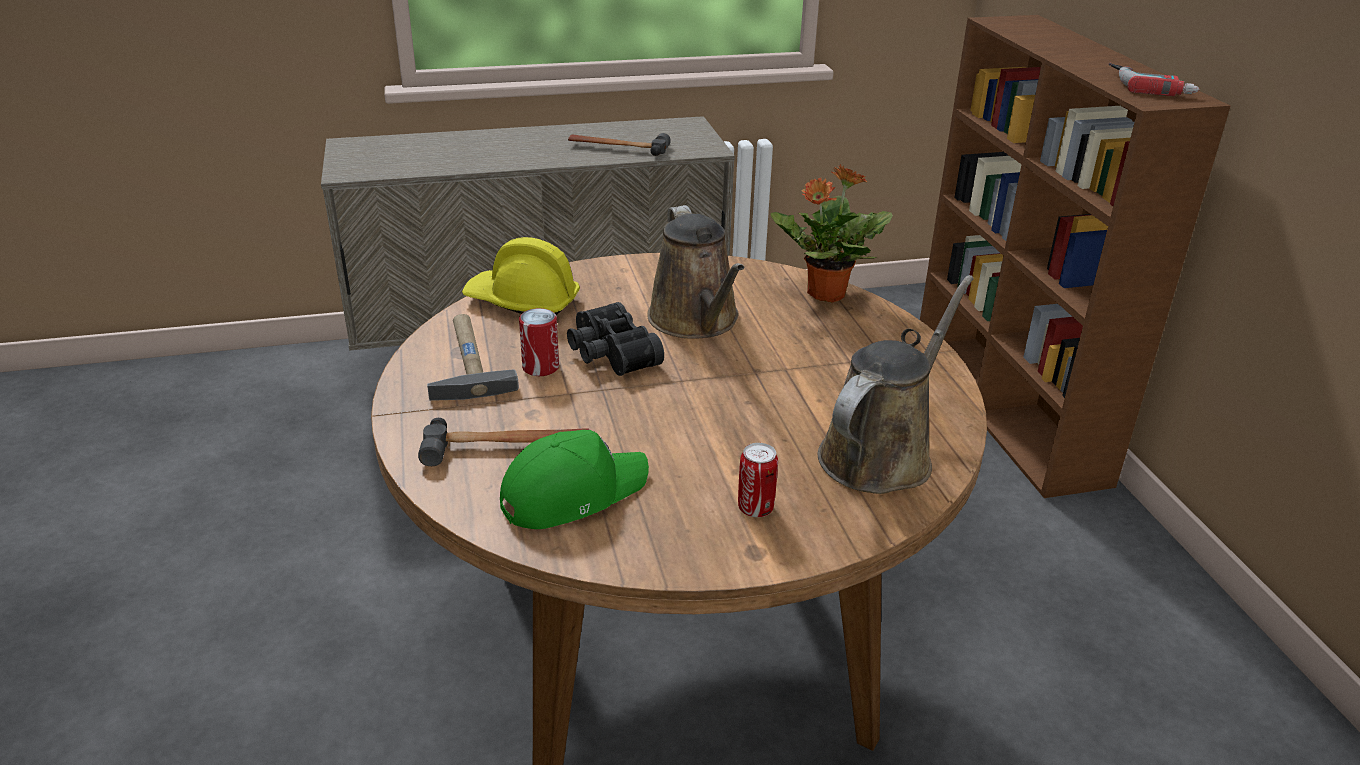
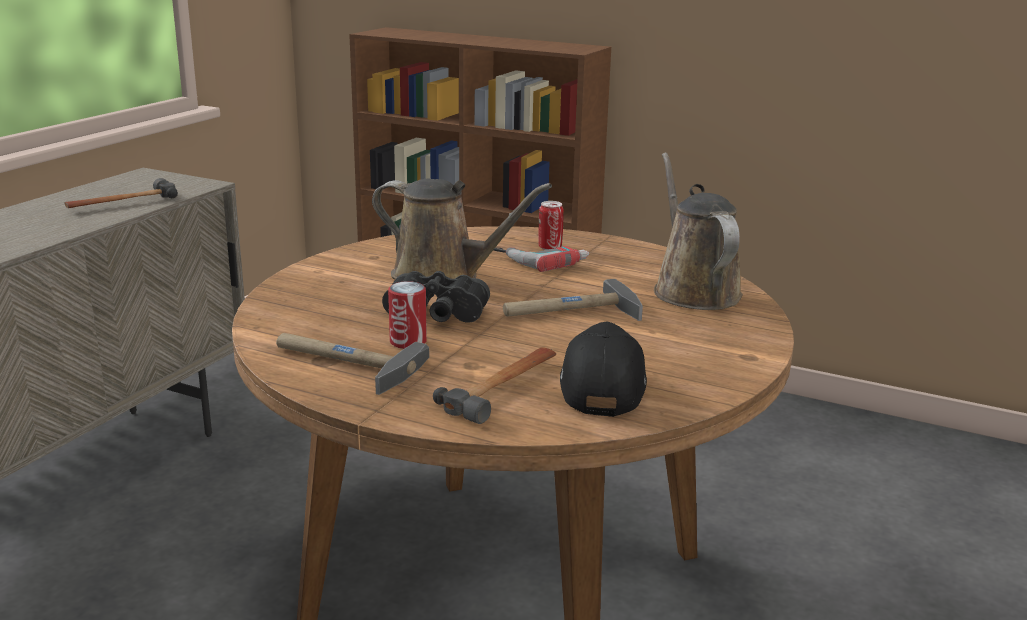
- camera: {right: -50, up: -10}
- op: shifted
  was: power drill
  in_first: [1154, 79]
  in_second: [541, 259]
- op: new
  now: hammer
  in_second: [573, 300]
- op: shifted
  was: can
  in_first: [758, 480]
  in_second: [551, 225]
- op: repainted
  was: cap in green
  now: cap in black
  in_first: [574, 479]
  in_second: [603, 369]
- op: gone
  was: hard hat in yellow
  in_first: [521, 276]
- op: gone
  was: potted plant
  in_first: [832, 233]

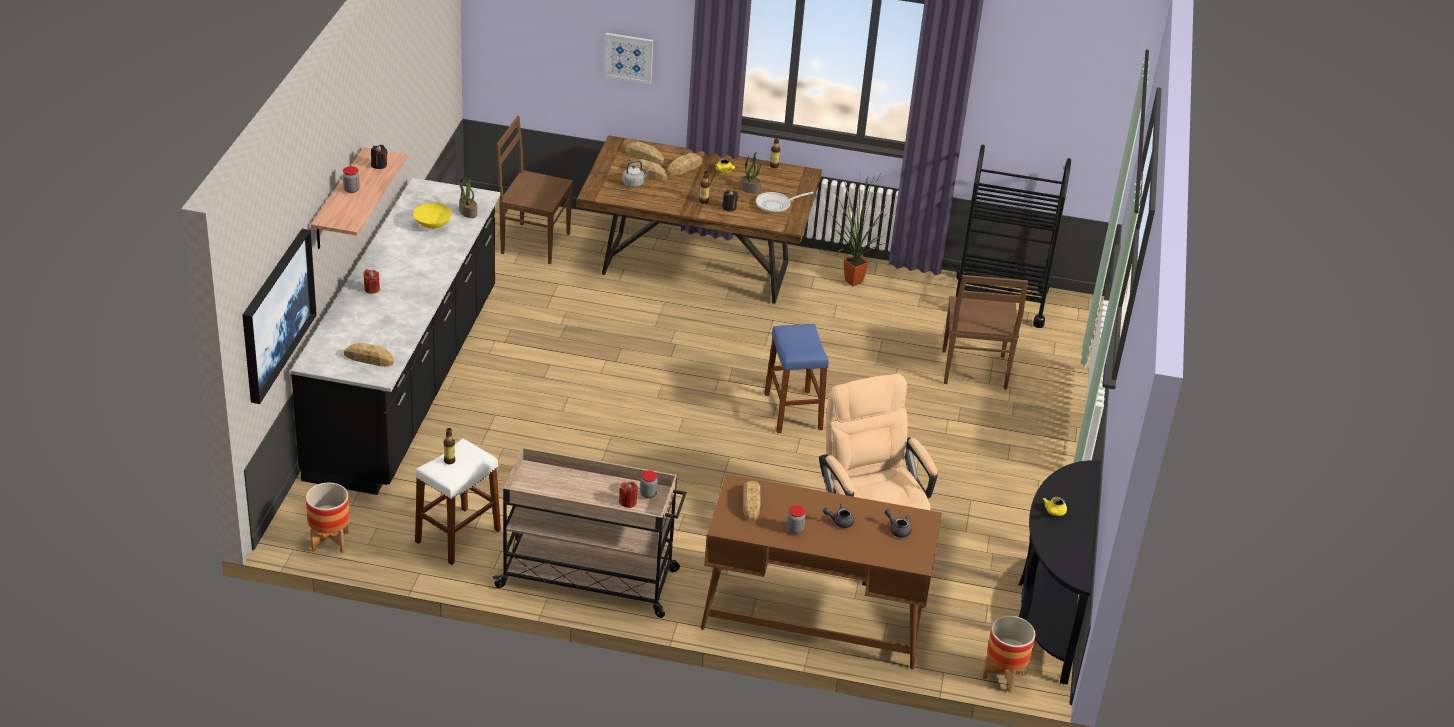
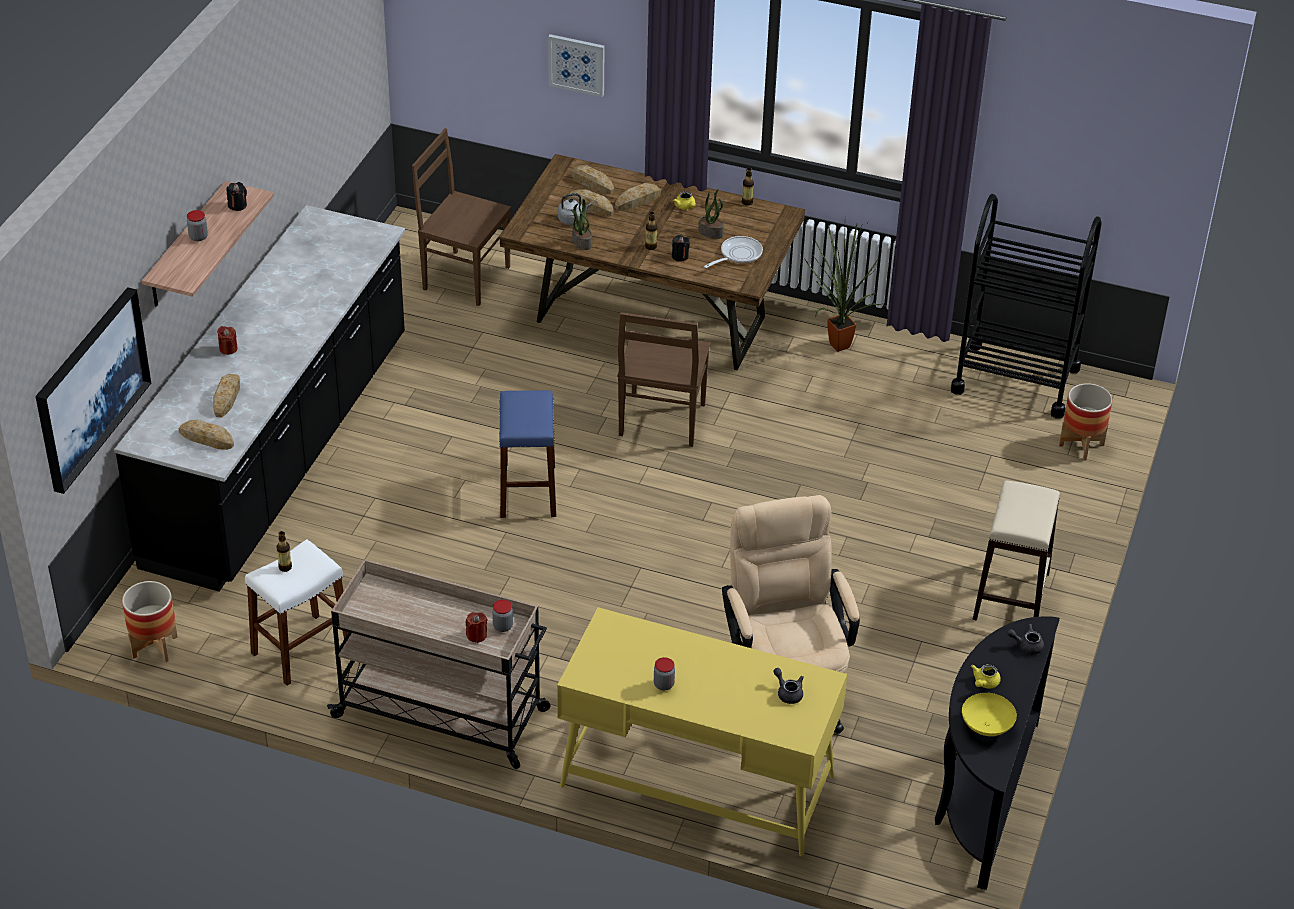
- camera: {right: 10, up: 5}
- op: shifted
  was: bread
  in_first: [751, 501]
  in_second: [226, 396]
- op: shifted
  was: stool in blue
  in_first: [796, 378]
  in_second: [527, 454]
- op: repainted
  was: desk in brown
  now: desk in yellow
  in_first: [821, 572]
  in_second: [702, 731]
- op: shifted
  was: potted plant
  in_first: [467, 196]
  in_second: [581, 224]
- op: shifted
  was: chair in brown
  in_first: [985, 332]
  in_second: [664, 379]
- op: rotated
  was: frying pan
  in_first: [784, 202]
  in_second: [733, 252]
  clockwise: 150
- op: shifted
  was: bowl in yellow
  in_first: [432, 216]
  in_second: [989, 714]
- op: new
  now: stool in beige
  in_second: [1016, 551]
- op: shifted
  was: teapot in grey
  in_first: [838, 515]
  in_second: [1025, 639]
- op: shifted
  was: planter
  in_first: [1009, 654]
  in_second: [1085, 421]

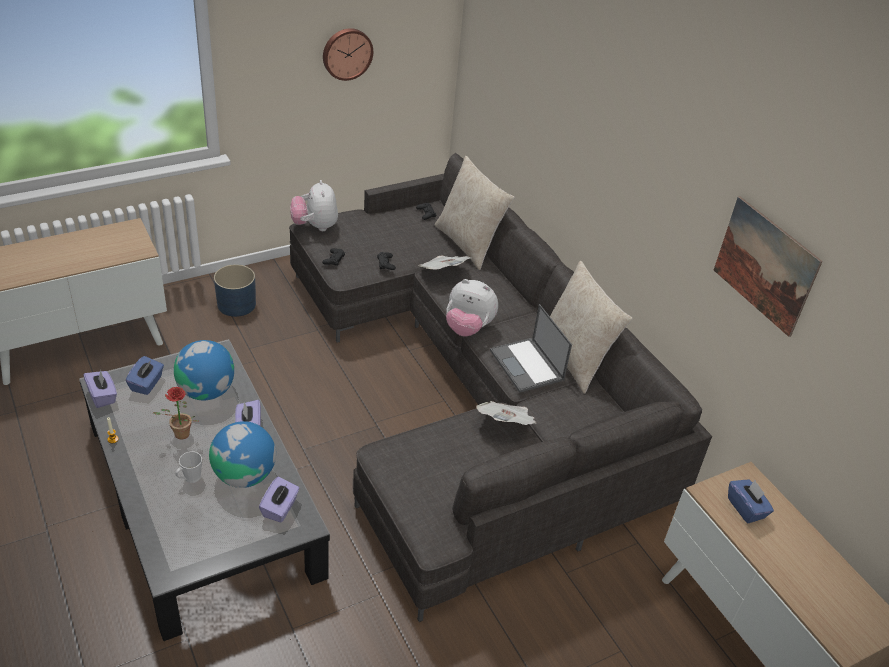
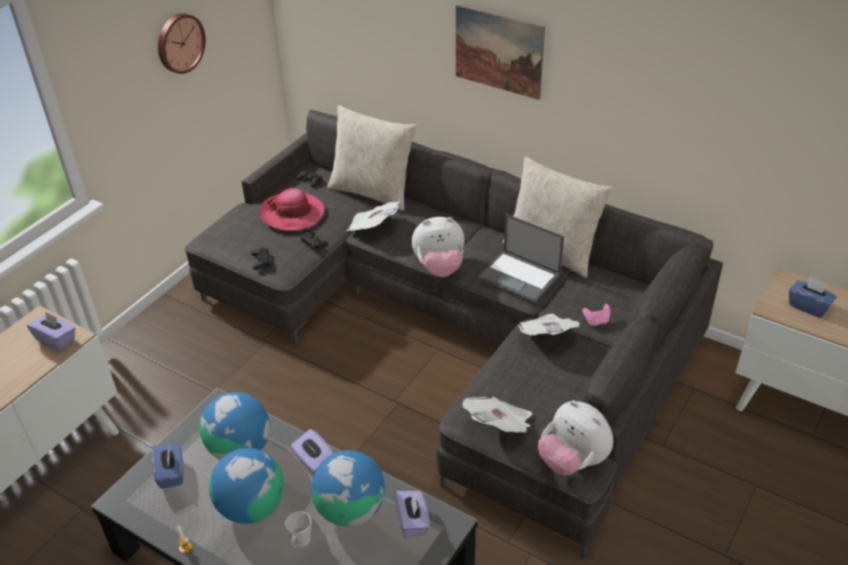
- camera: {right: -25, up: 0}
- op: shifted
  was: tissue box in purple
  in_first: [100, 389]
  in_second: [51, 331]
- op: swapped
  was: potted plant
  now: globe
  in_first: [175, 413]
  in_second: [246, 486]
- op: new
  now: hat
  in_second: [292, 209]
- op: shifted
  was: picture
  in_first: [768, 266]
  in_second: [500, 52]
- op: new
  now: newspaper
  in_second: [497, 415]
- op: shifted
  was: plush toy
  in_first: [314, 205]
  in_second: [575, 437]
- op: new
  now: game controller in pink
  in_second: [596, 315]
- op: gone
  was: planter in blue
  in_first: [235, 290]

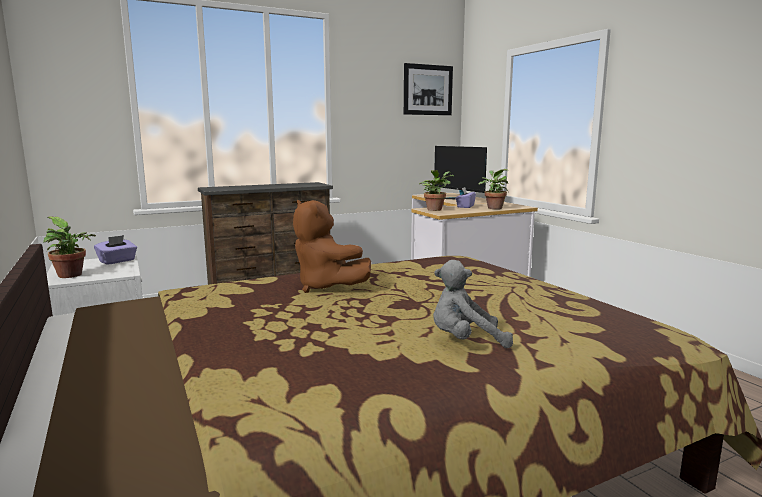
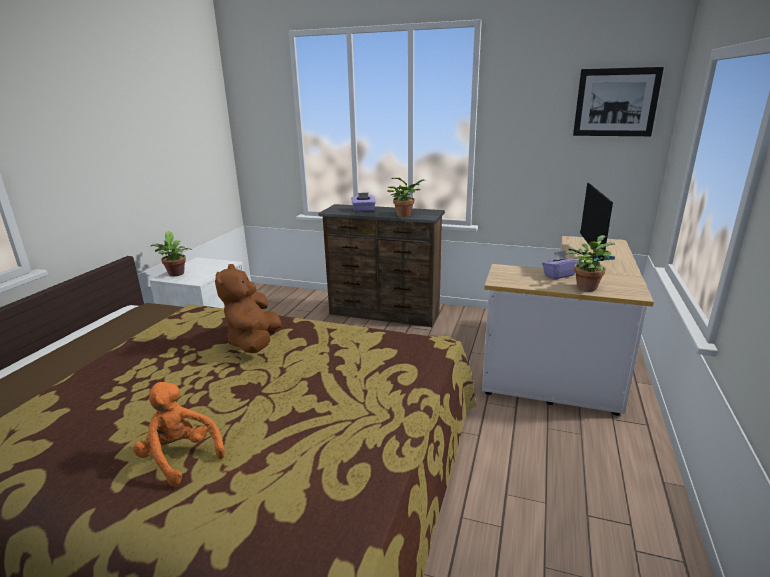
- camera: {right: 45, up: 10}
- op: repainted
  was: plush toy in grey
  now: plush toy in orange
  in_first: [473, 304]
  in_second: [179, 434]
- op: shifted
  was: tissue box in purple
  in_first: [115, 250]
  in_second: [363, 202]
- op: shifted
  was: potted plant
  in_first: [436, 190]
  in_second: [406, 197]

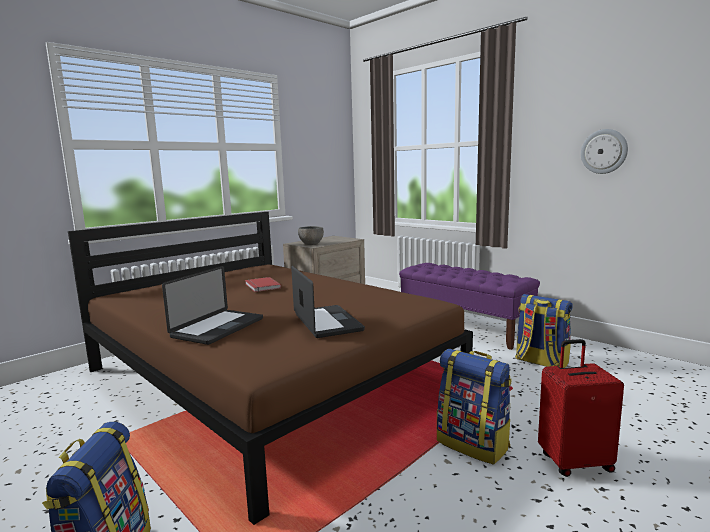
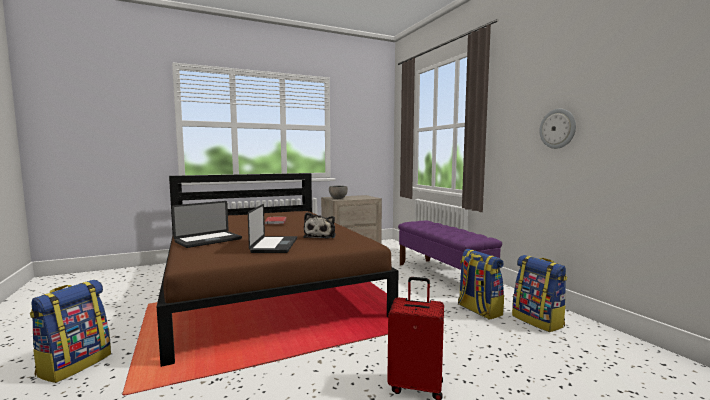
- camera: {right: 20, up: -5}
- op: new
  now: plush toy
  in_second: [319, 225]
- op: shifted
  was: backpack
  in_first: [474, 407]
  in_second: [539, 293]

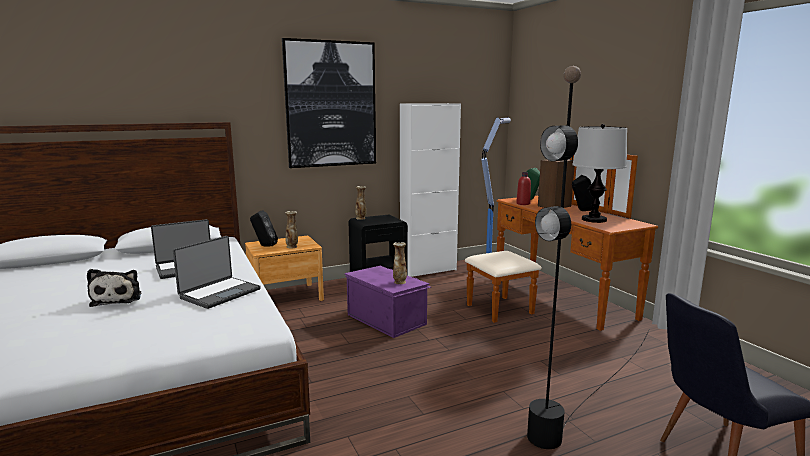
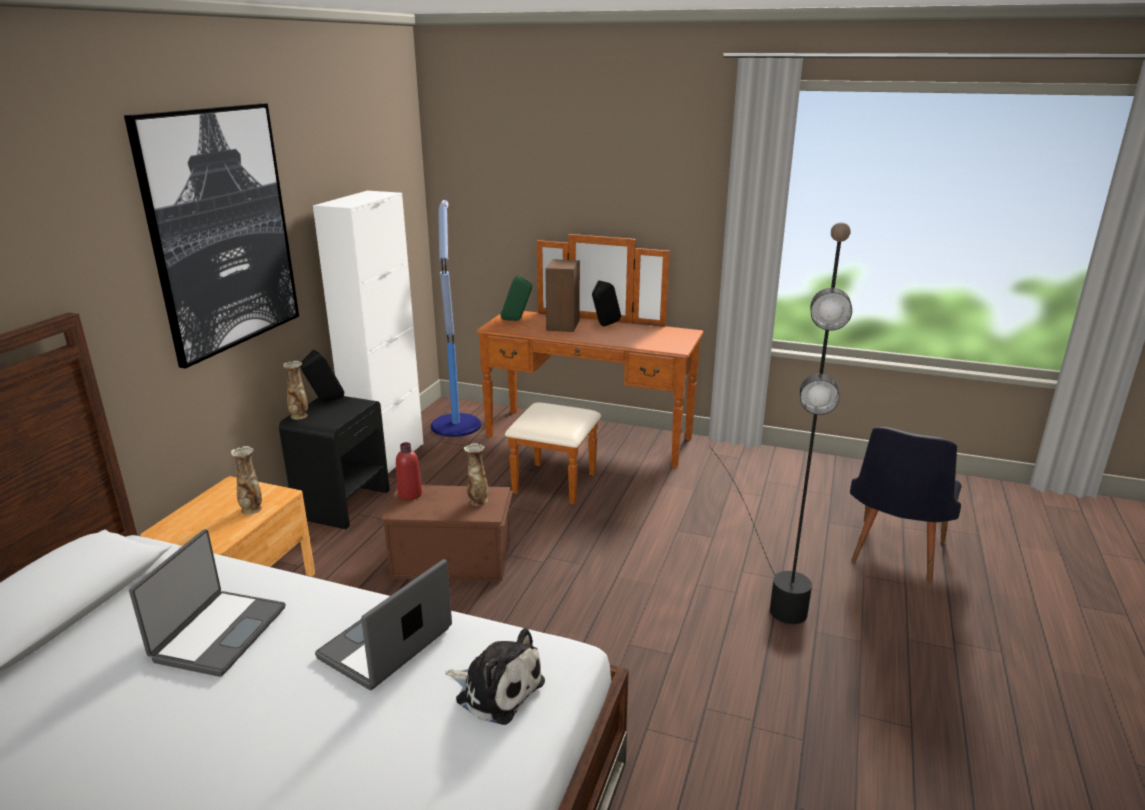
- camera: {right: -45, up: 10}
- op: shifted
  was: speaker in black
  in_first: [264, 228]
  in_second: [322, 376]
- op: rotated
  was: laptop
  in_first: [217, 272]
  in_second: [383, 624]
  clockwise: -135
- op: repainted
  was: storage box in purple
  now: storage box in brown
  in_first: [388, 302]
  in_second: [446, 533]
- op: shifted
  was: bottle in red
  in_first: [523, 188]
  in_second: [409, 471]
- op: shifted
  was: plush toy
  in_first: [114, 288]
  in_second: [495, 676]
- op: gone
  was: table lamp
  in_first: [599, 173]

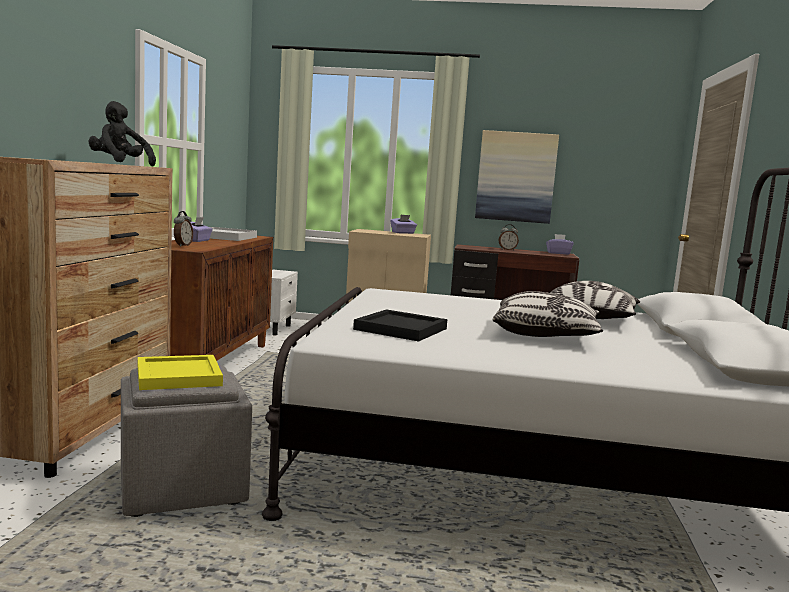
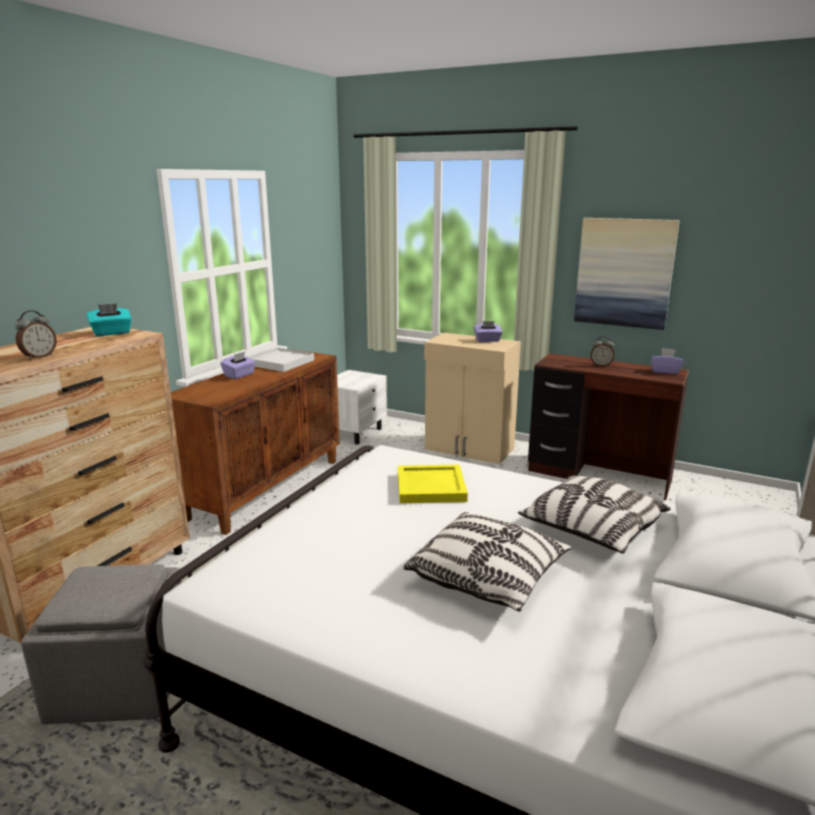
- camera: {right: 20, up: 10}
- op: shifted
  was: alarm clock
  in_first: [183, 229]
  in_second: [36, 335]
- op: swapped
  was: plush toy in black
  now: tissue box in turquoise
  in_first: [122, 134]
  in_second: [109, 319]
- op: shifted
  was: tray in yellow
  in_first: [180, 372]
  in_second: [433, 484]
- op: gone
  was: tray in black
  in_first: [400, 325]

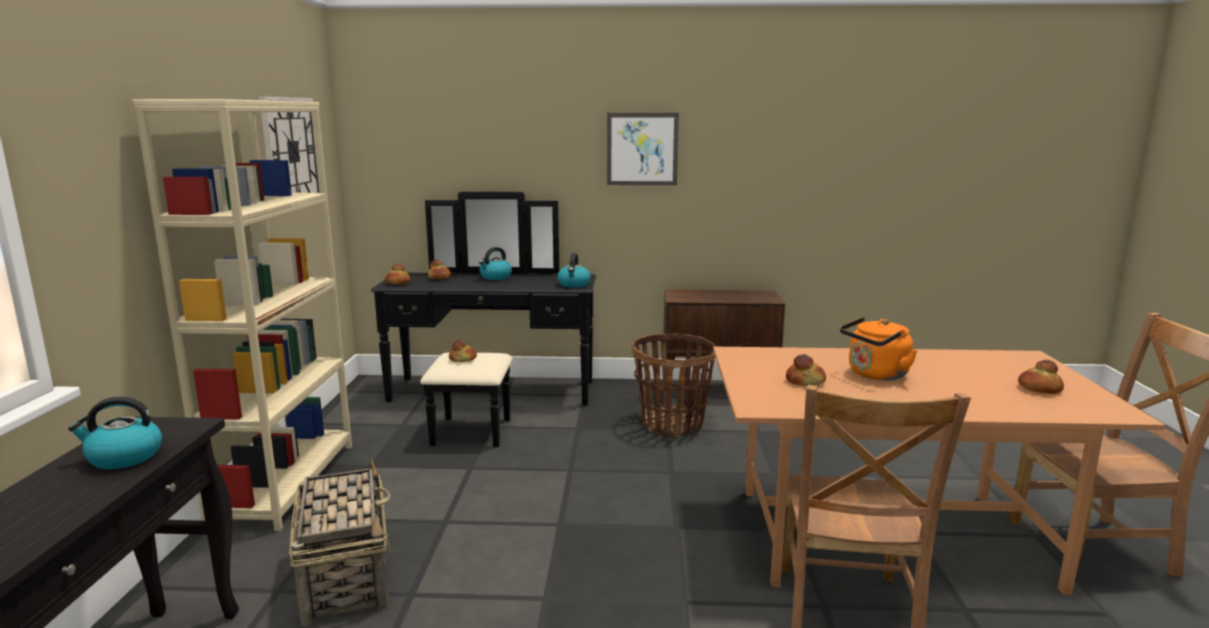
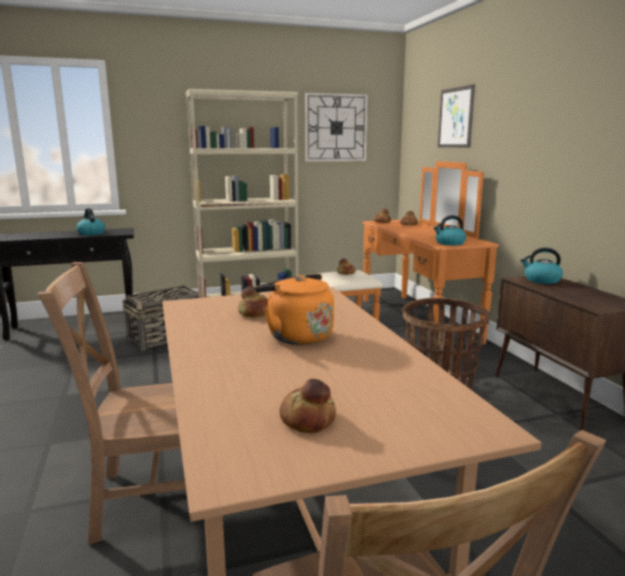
- camera: {right: 70, up: 0}
- op: repainted
  was: dresser in black
  now: dresser in orange
  in_first: [483, 319]
  in_second: [408, 255]
- op: shifted
  was: picture
  in_first: [643, 149]
  in_second: [456, 116]
- op: shifted
  was: kettle
  in_first: [495, 263]
  in_second: [541, 266]

